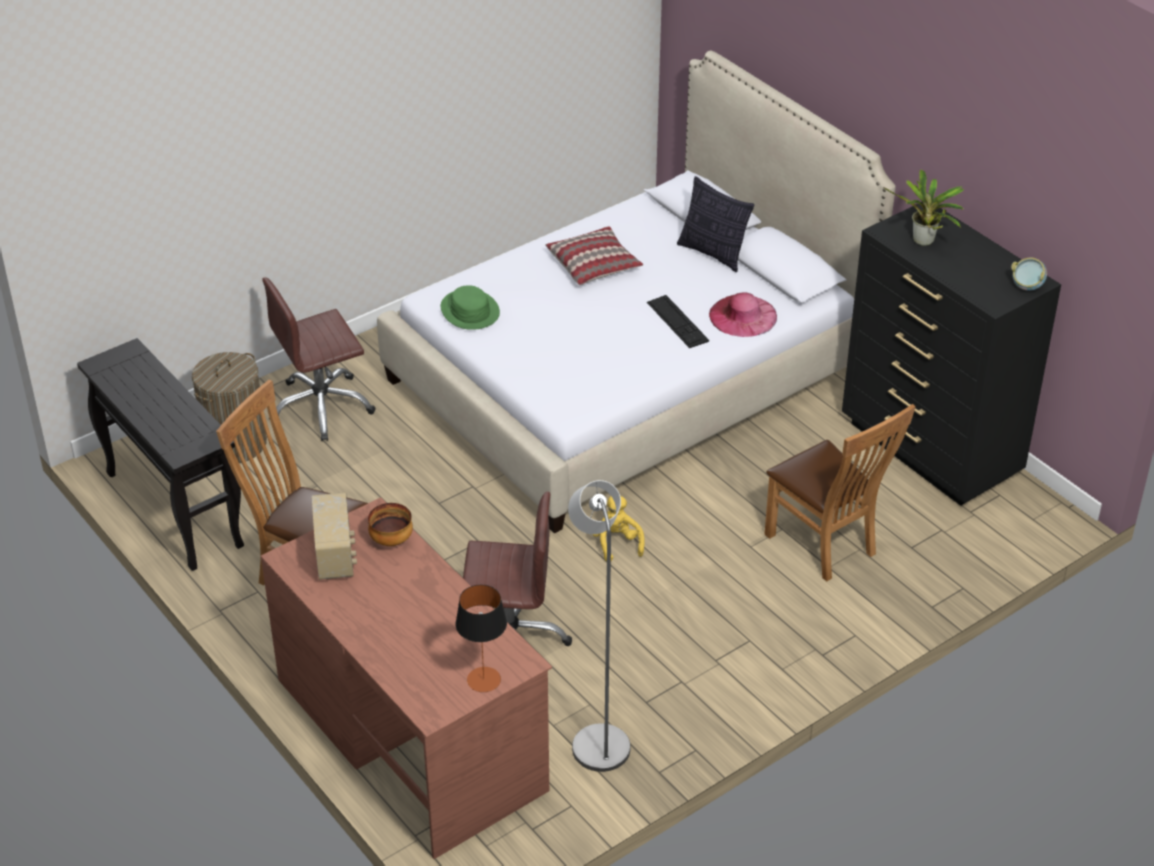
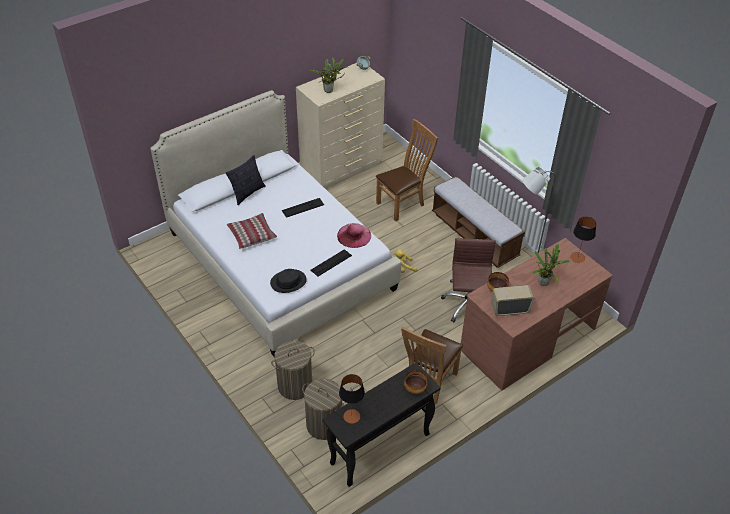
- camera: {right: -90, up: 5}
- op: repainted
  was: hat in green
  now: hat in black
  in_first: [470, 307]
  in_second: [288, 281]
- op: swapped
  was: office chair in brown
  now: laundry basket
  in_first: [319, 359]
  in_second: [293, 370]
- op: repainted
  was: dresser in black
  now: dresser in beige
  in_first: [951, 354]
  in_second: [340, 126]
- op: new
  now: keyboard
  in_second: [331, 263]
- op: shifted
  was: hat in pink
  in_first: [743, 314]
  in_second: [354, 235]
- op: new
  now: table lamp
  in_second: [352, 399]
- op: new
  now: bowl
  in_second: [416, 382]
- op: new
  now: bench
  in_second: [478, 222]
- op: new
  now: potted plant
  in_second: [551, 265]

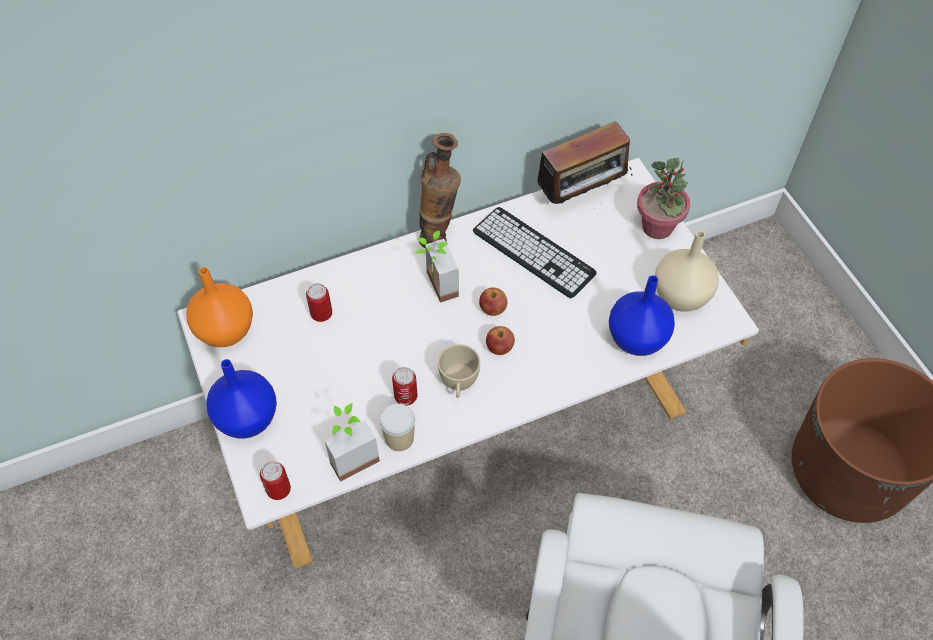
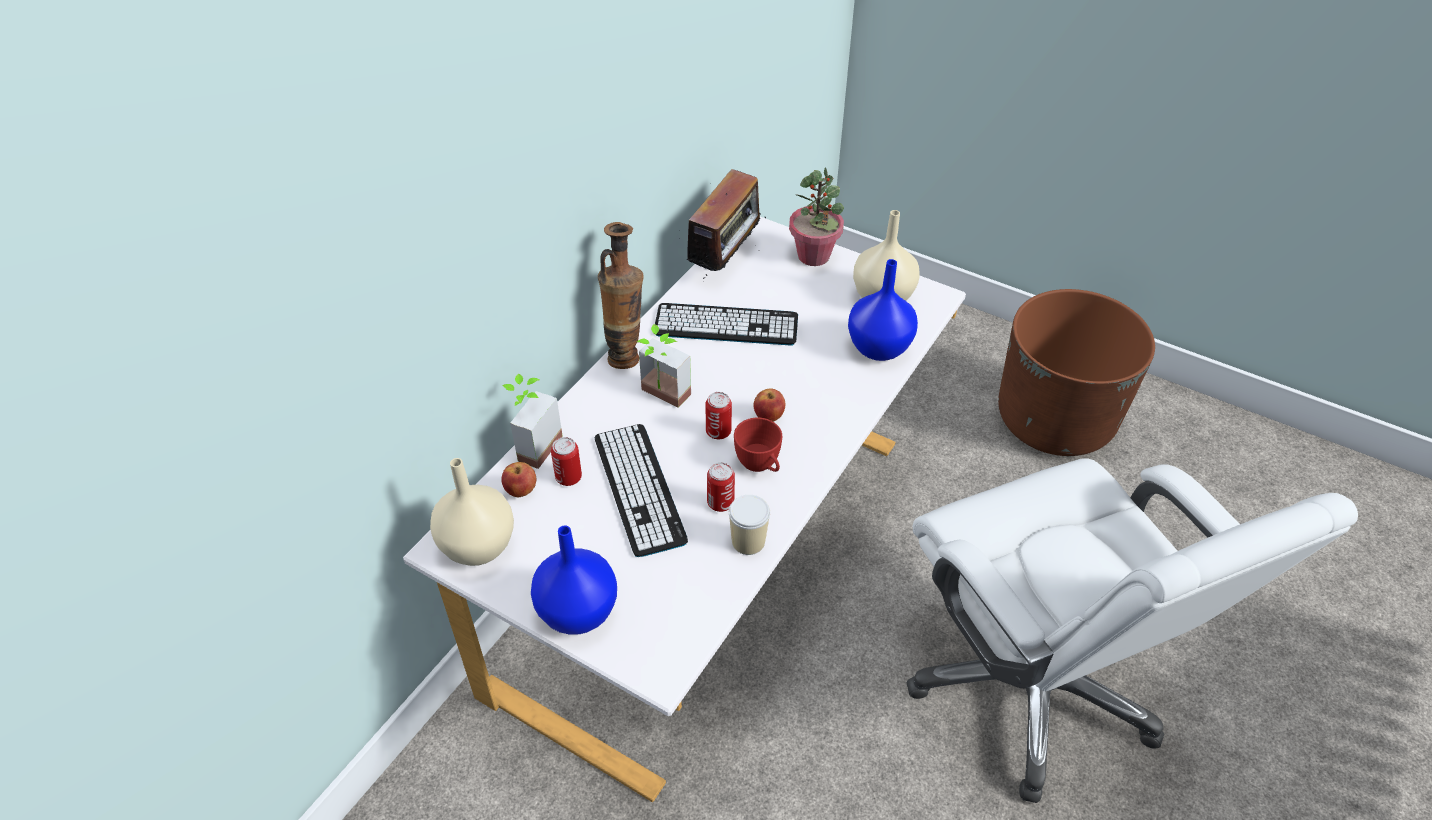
- camera: {right: -35, up: -10}
- op: repainted
  was: vase in orange
  now: vase in beige
  in_first: [219, 307]
  in_second: [472, 512]
- op: shifted
  was: apple
  in_first: [493, 302]
  in_second: [518, 479]
- op: shifted
  was: potted plant
  in_first: [352, 442]
  in_second: [533, 421]
- op: new
  now: keyboard
  in_second: [641, 490]
- op: shifted
  was: can
  in_first: [275, 480]
  in_second: [719, 415]
- op: repainted
  was: cup in beige
  now: cup in red
  in_first: [459, 371]
  in_second: [758, 445]

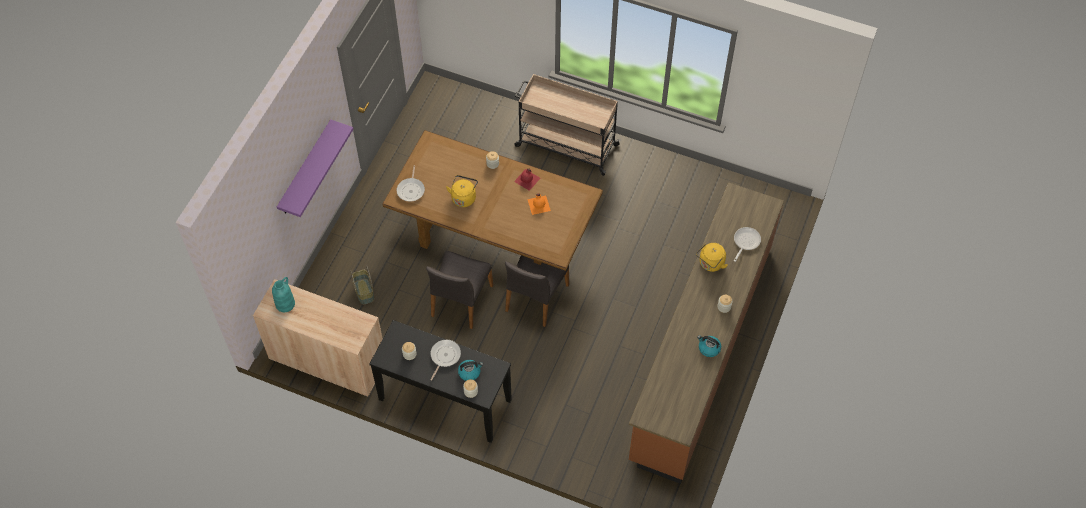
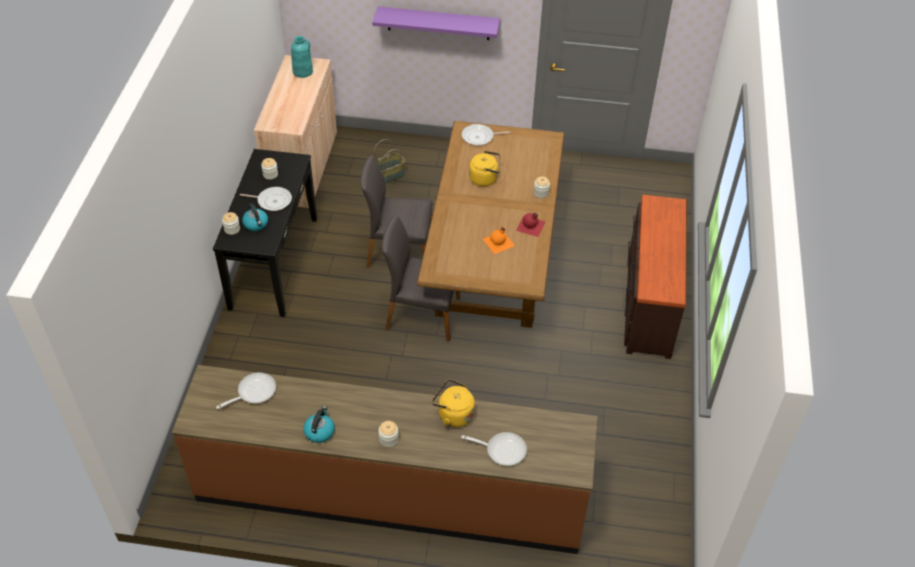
- camera: {right: 75, up: -10}
- op: new
  now: frying pan
  in_second: [246, 390]
- op: swapped
  was: cart in beige
  now: dresser in brown
  in_first: [568, 125]
  in_second: [655, 277]

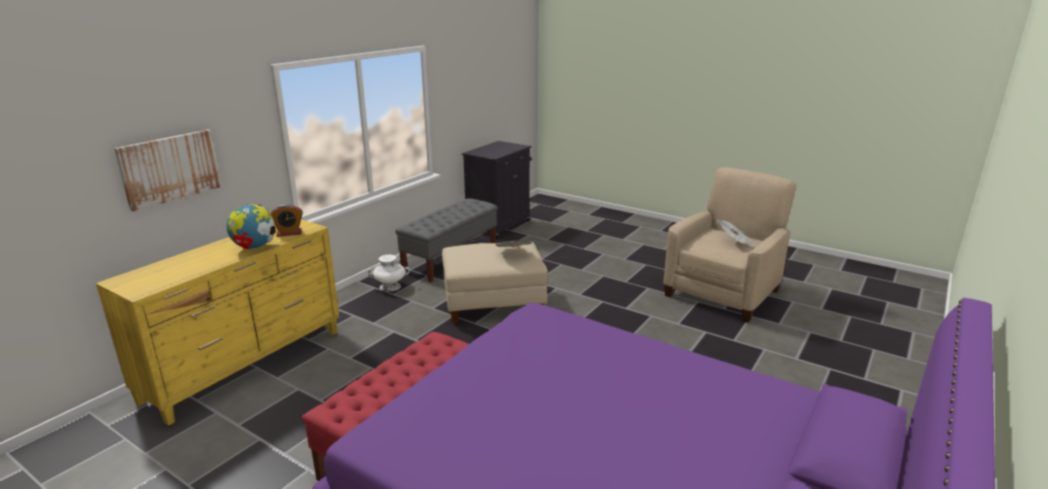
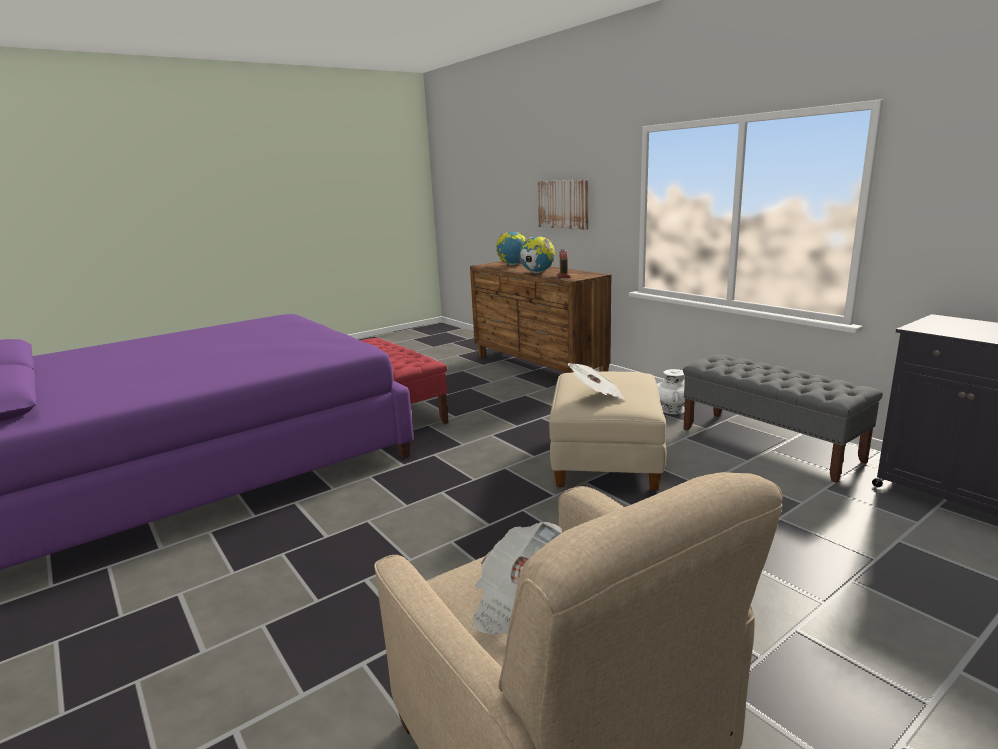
- camera: {right: 110, up: -5}
- op: repainted
  was: dresser in yellow
  now: dresser in brown
  in_first: [217, 322]
  in_second: [541, 317]
- op: new
  now: globe
  in_second: [511, 248]

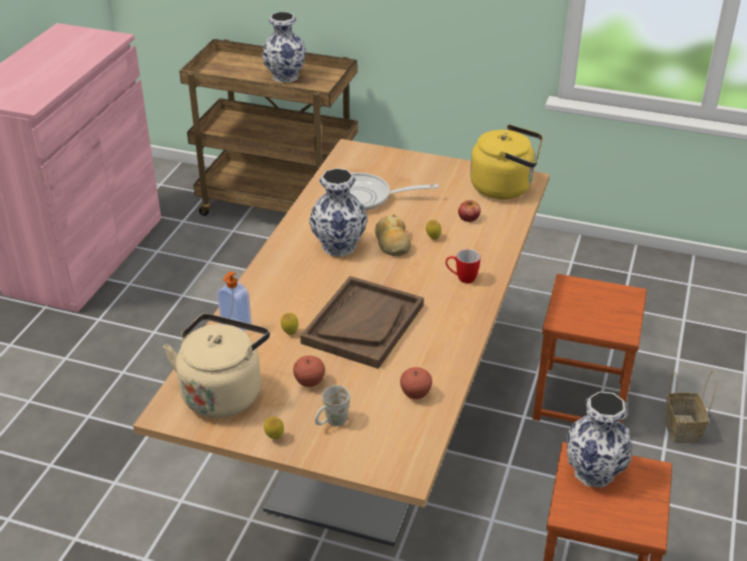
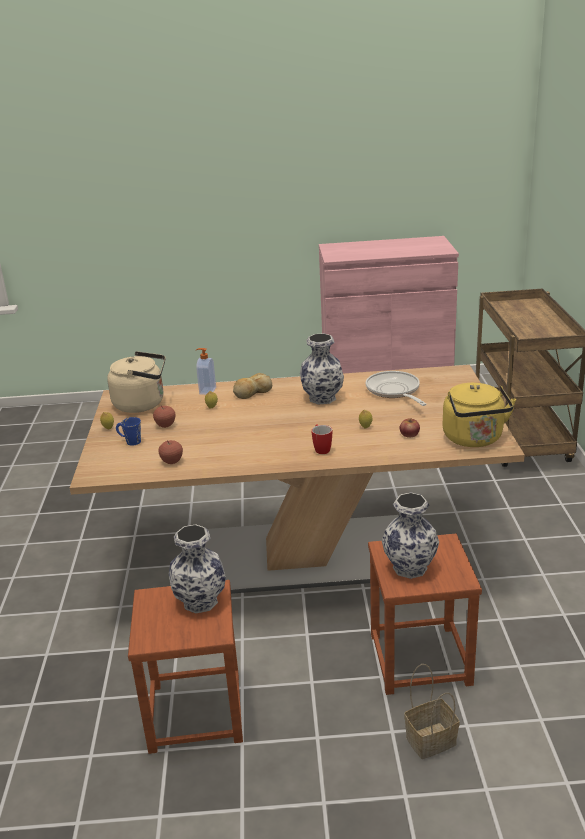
- camera: {right: 70, up: -10}
- op: repainted
  was: mug in white
  now: mug in blue
  in_first: [332, 405]
  in_second: [128, 431]
- op: shifted
  was: bread
  in_first: [393, 235]
  in_second: [252, 386]
- op: shifted
  was: vase
  in_first: [284, 47]
  in_second: [410, 535]
- op: gone
  was: tray in brown
  in_first: [362, 322]

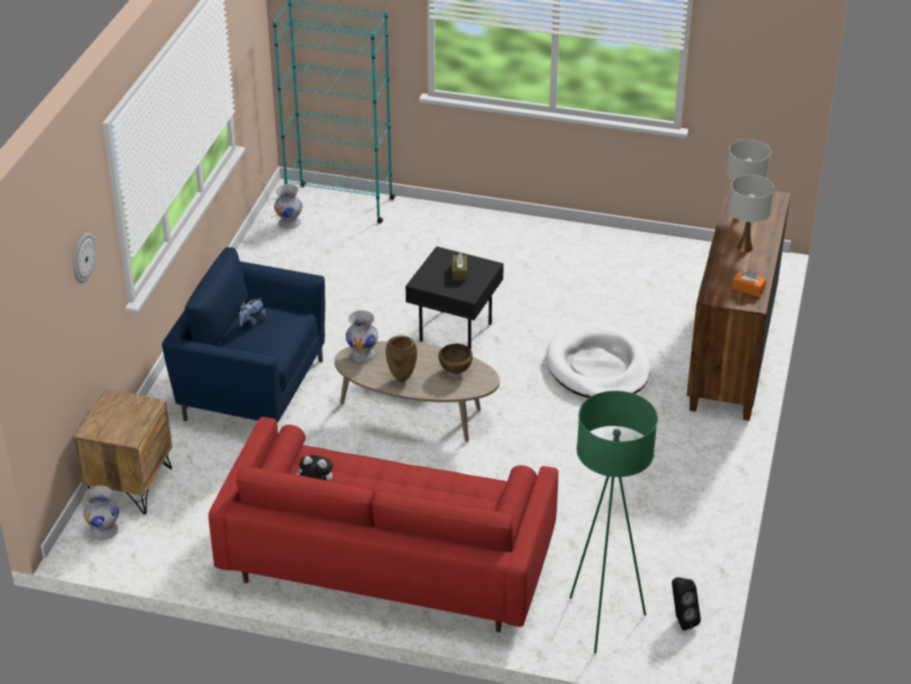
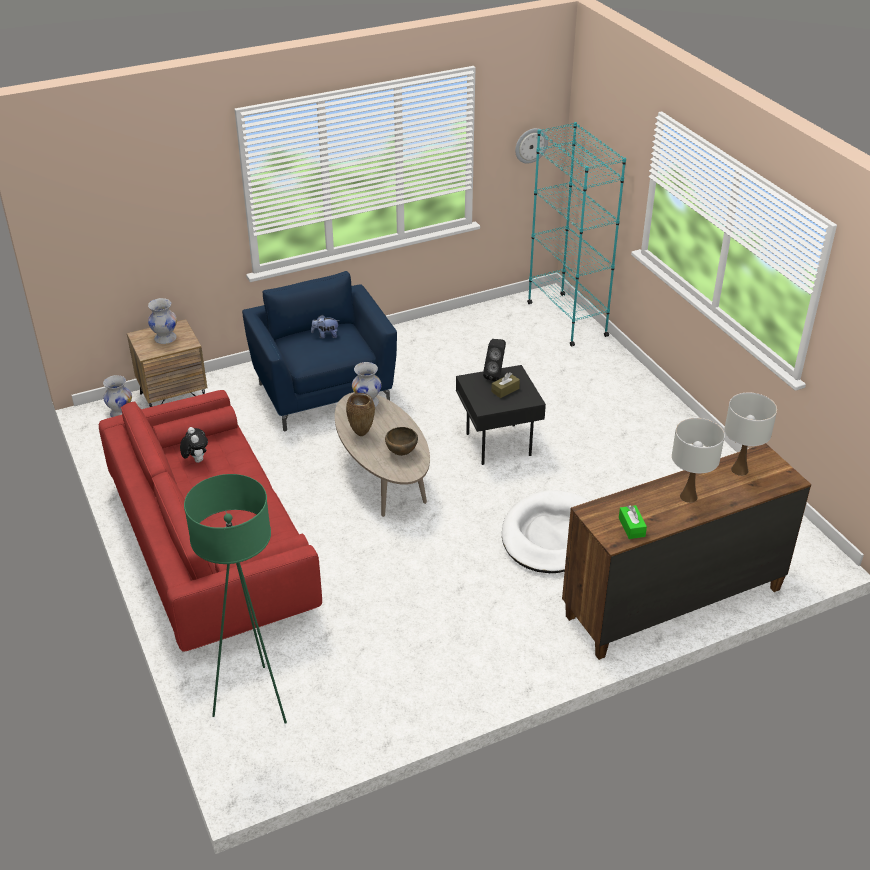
- camera: {right: 50, up: 0}
- op: shifted
  was: vase in white
  in_first: [288, 206]
  in_second: [162, 321]
- op: shifted
  was: speaker in black
  in_first: [686, 604]
  in_second: [494, 360]
- op: shifted
  was: wall clock
  in_first: [84, 258]
  in_second: [531, 146]
- op: repainted
  was: tissue box in orange
  now: tissue box in green
  in_first: [749, 283]
  in_second: [633, 522]

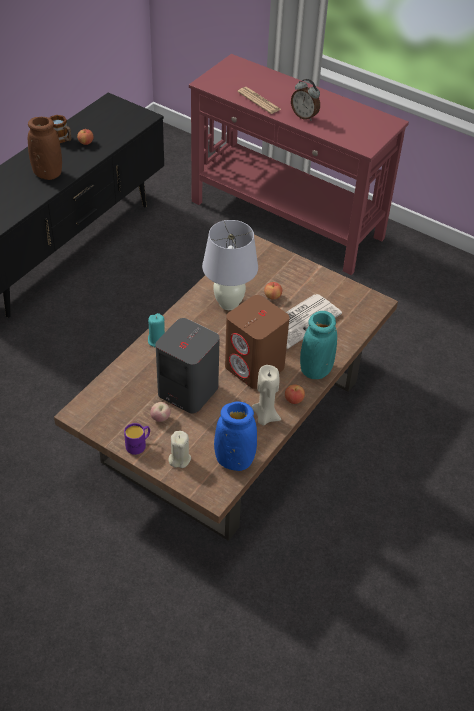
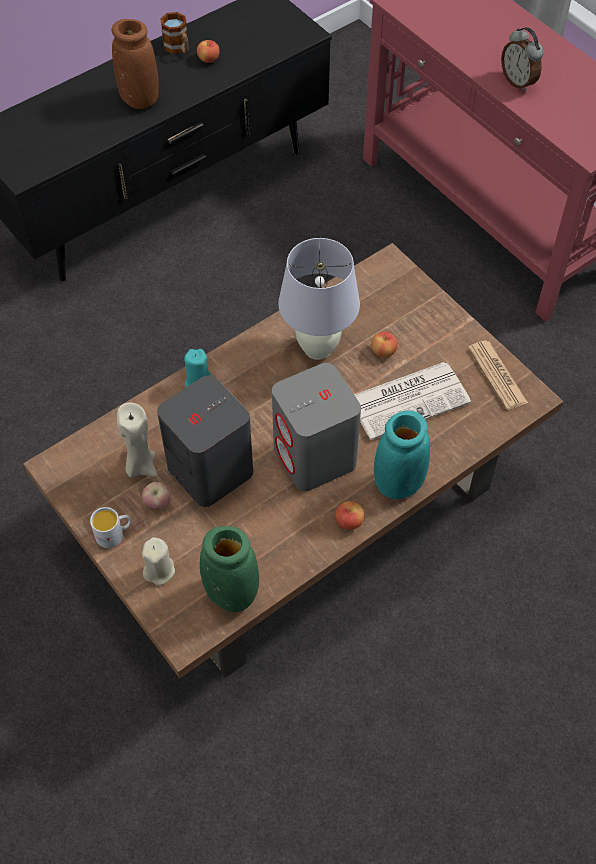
- camera: {right: 20, up: 10}
- op: repainted
  was: mug in purple
  now: mug in white
  in_first: [137, 439]
  in_second: [110, 527]
- op: shifted
  was: candle in beige
  in_first: [266, 395]
  in_second: [137, 440]
- op: repainted
  was: vase in blue
  now: vase in green
  in_first: [235, 436]
  in_second: [229, 569]
- op: repainted
  was: speaker in brown
  now: speaker in grey
  in_first: [257, 342]
  in_second: [316, 427]
- op: shifted
  was: newspaper
  in_first: [259, 100]
  in_second: [498, 375]

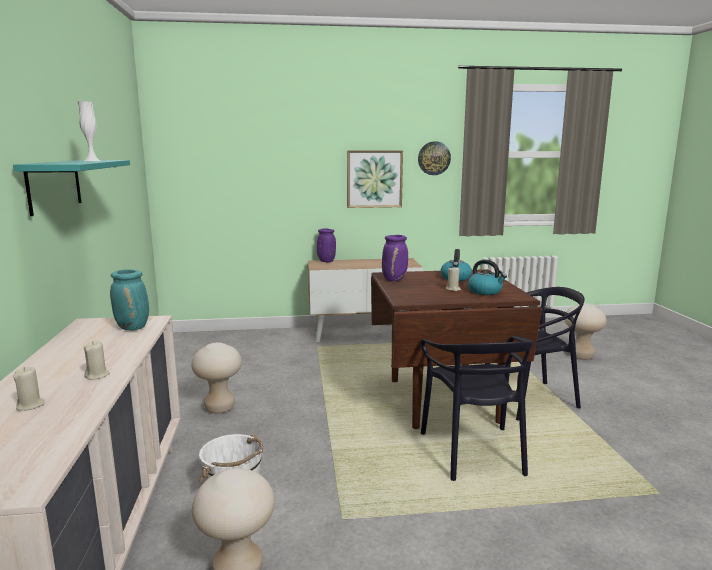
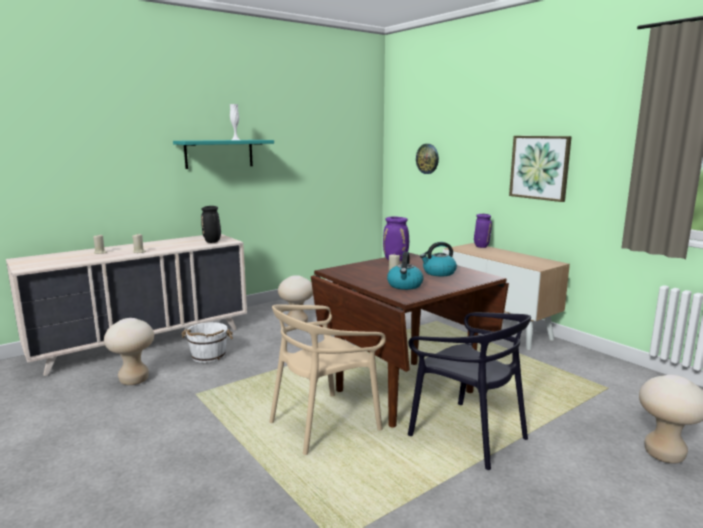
- camera: {right: 60, up: 0}
- op: repainted
  was: vase in turquoise
  now: vase in black
  in_first: [129, 299]
  in_second: [211, 224]
- op: repainted
  was: chair in black
  now: chair in beige
  in_first: [477, 408]
  in_second: [327, 379]
- op: shifted
  was: wall clock
  in_first: [434, 158]
  in_second: [427, 159]

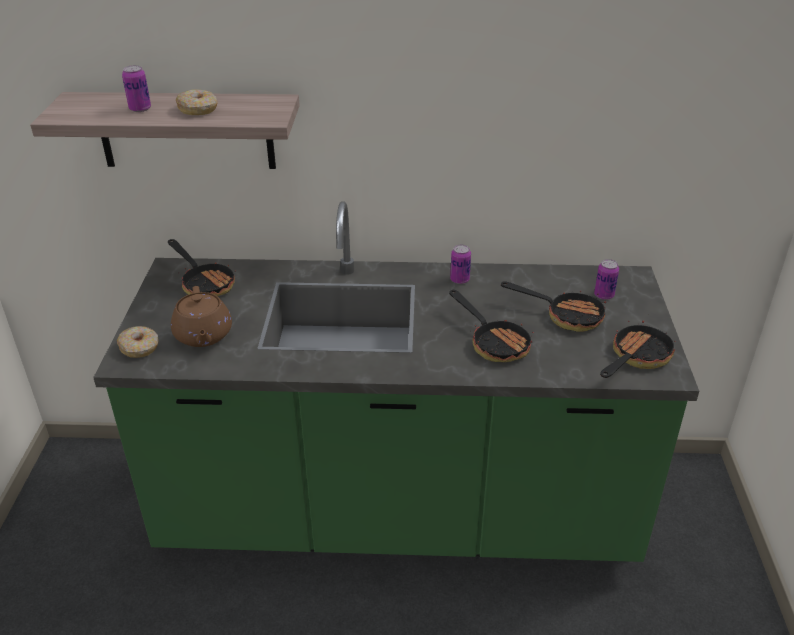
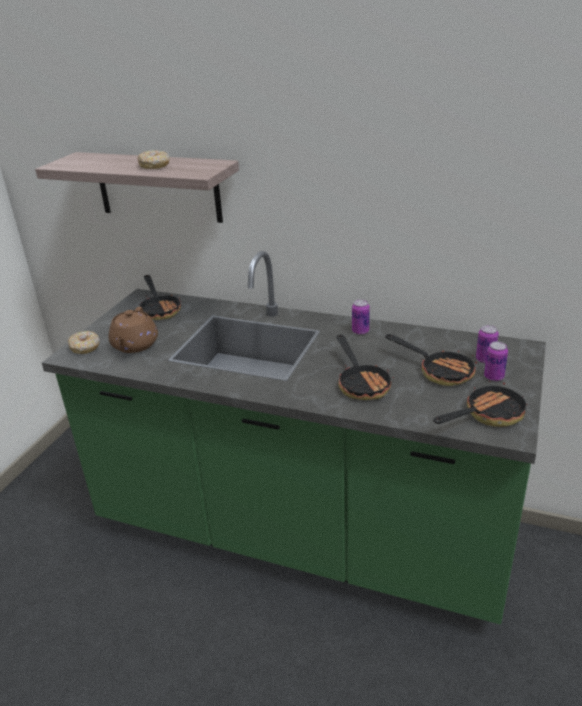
- camera: {right: 20, up: -5}
- op: shifted
  was: can
  in_first: [136, 88]
  in_second: [496, 361]

